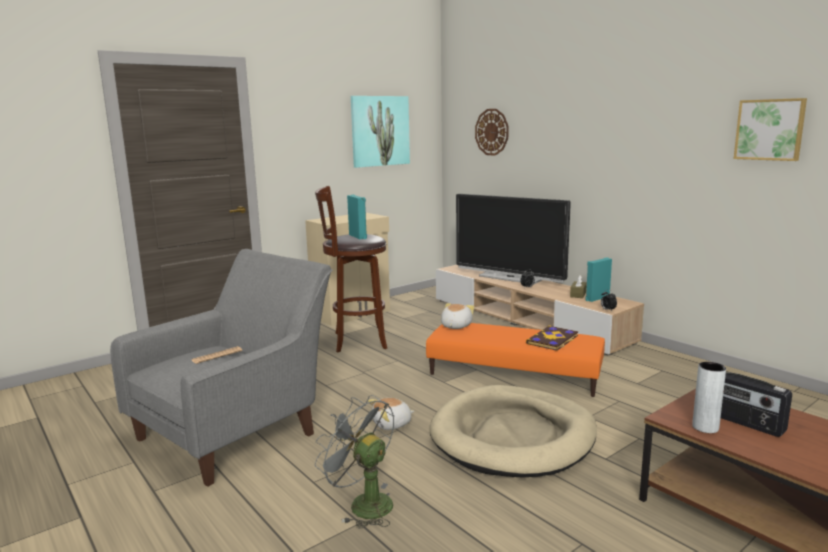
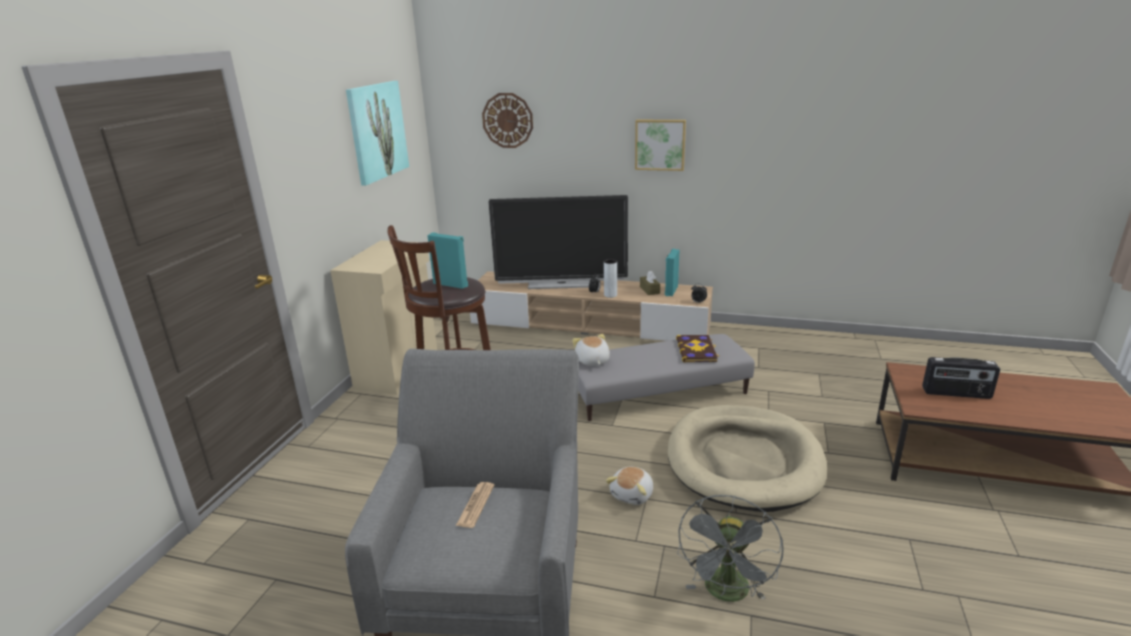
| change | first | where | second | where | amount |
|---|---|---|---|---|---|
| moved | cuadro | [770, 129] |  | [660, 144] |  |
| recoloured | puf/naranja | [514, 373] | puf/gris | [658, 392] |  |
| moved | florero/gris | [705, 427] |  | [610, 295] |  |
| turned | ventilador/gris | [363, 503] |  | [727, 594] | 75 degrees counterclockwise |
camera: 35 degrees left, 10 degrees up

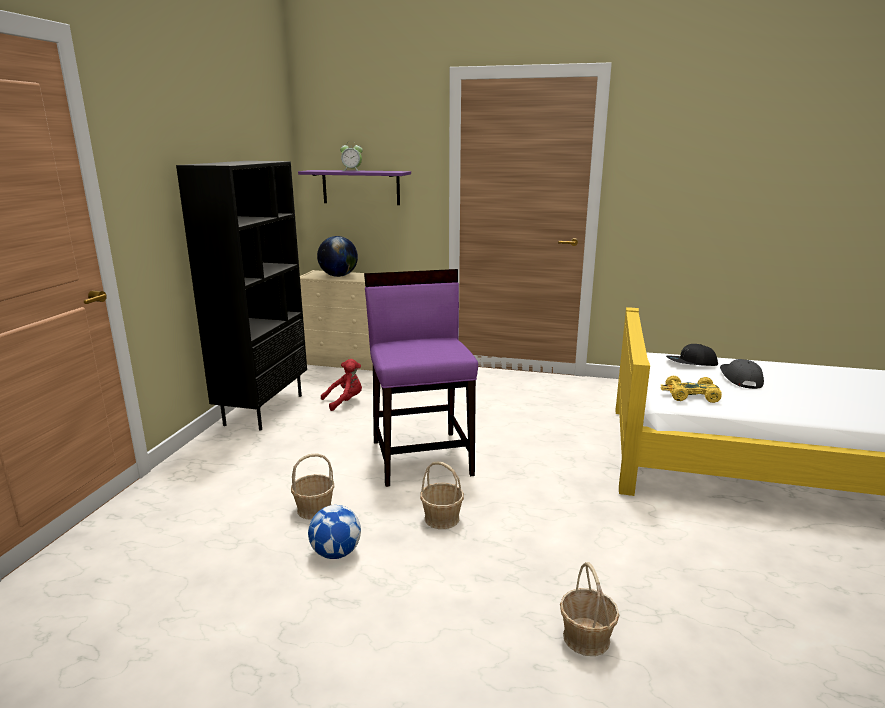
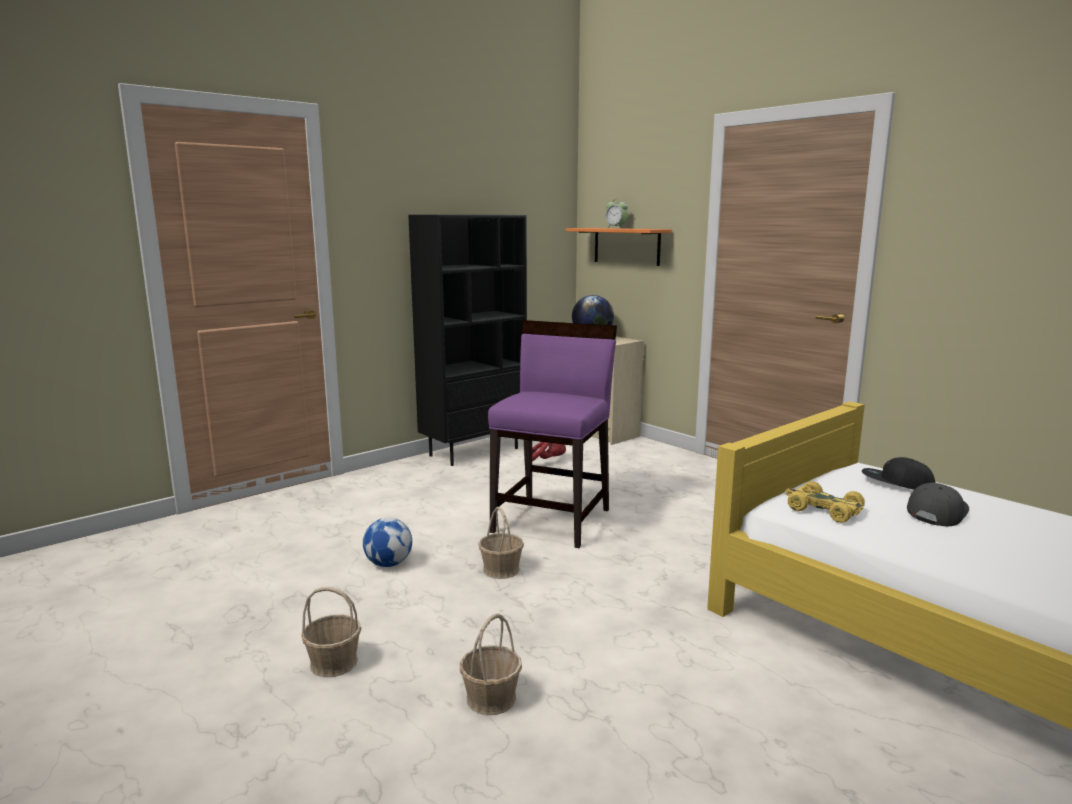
| change | first | where | second | where | amount |
|---|---|---|---|---|---|
| recoloured | estante/morado | [361, 187] | estante/naranja | [626, 246] |  |
| moved | cesta | [314, 509] |  | [333, 662] |  |
camera: 35 degrees right, 5 degrees down

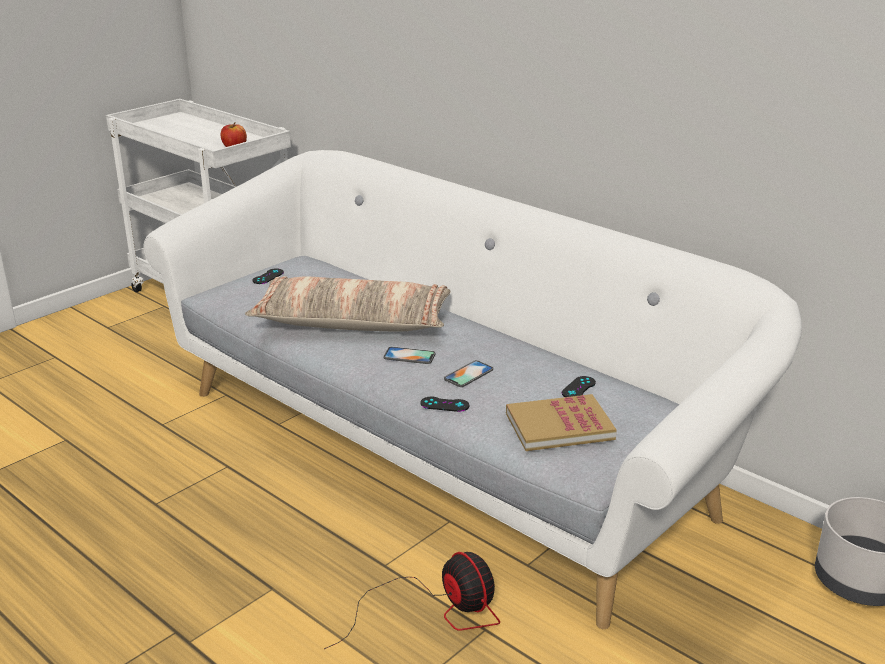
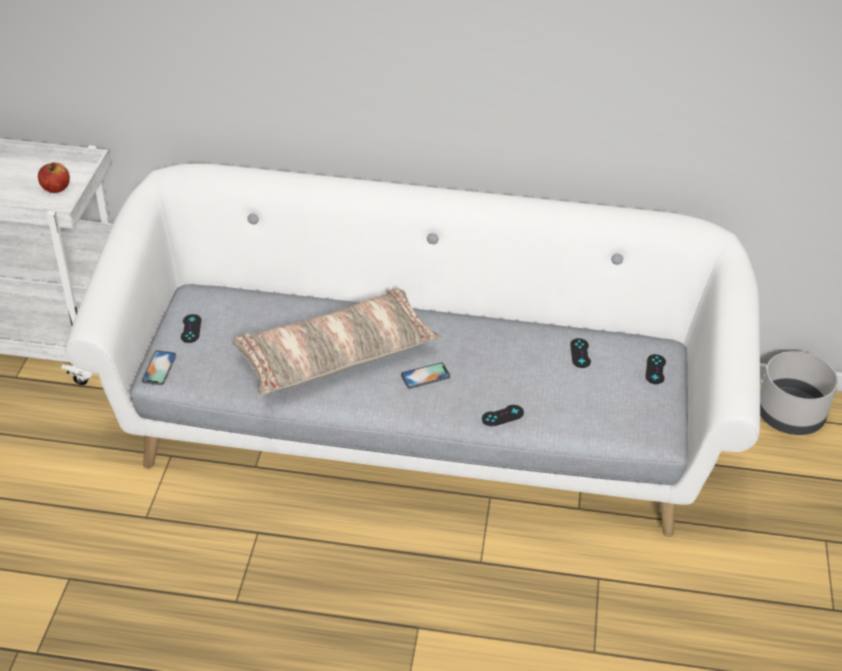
| change | first | where | second | where | amount |
|---|---|---|---|---|---|
| moved | móvil | [468, 374] |  | [159, 368] |  |
| removed | libro | [559, 426] |  |  |  |
| removed | ventilador | [435, 611] |  |  |  |
| added |  |  | mando de consola/negro | [655, 369] |  |
camera: 35 degrees left, 15 degrees up

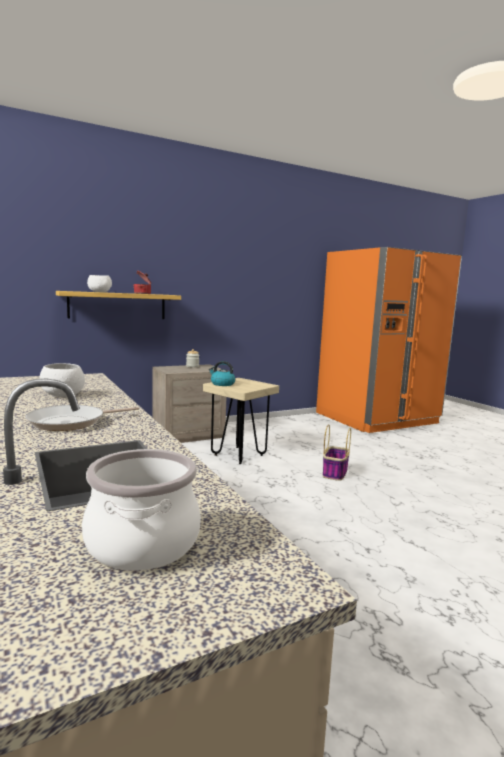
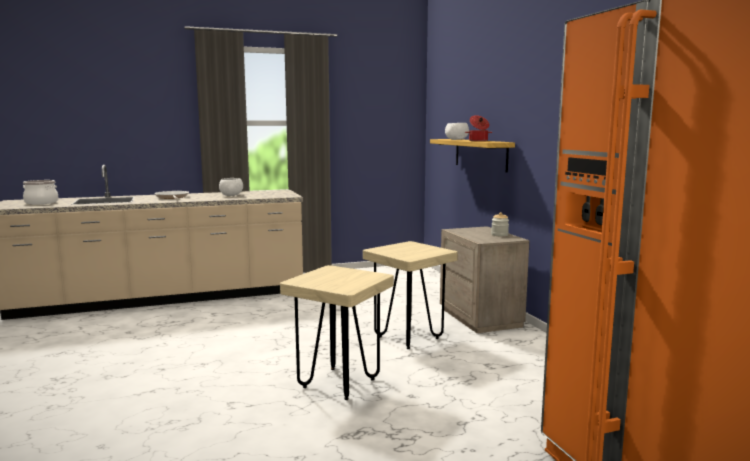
| change | first | where | second | where | amount |
|---|---|---|---|---|---|
| removed | hervidor | [222, 384] |  |  |  |
| replaced | cesta | [335, 473] | taburete/beis | [339, 383] |  |
camera: 100 degrees right, 0 degrees up

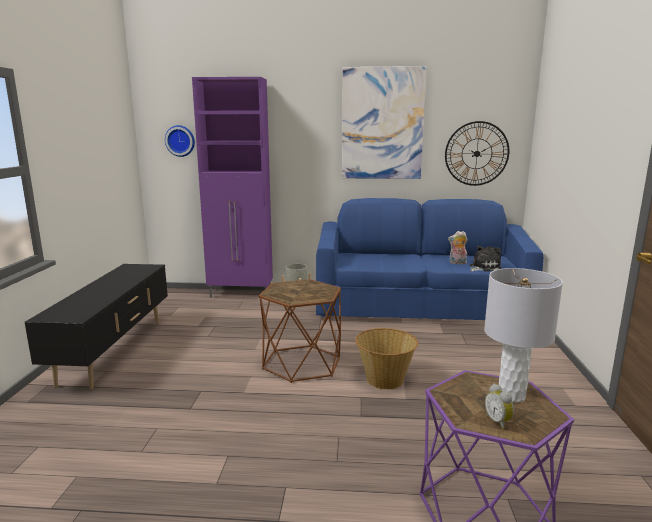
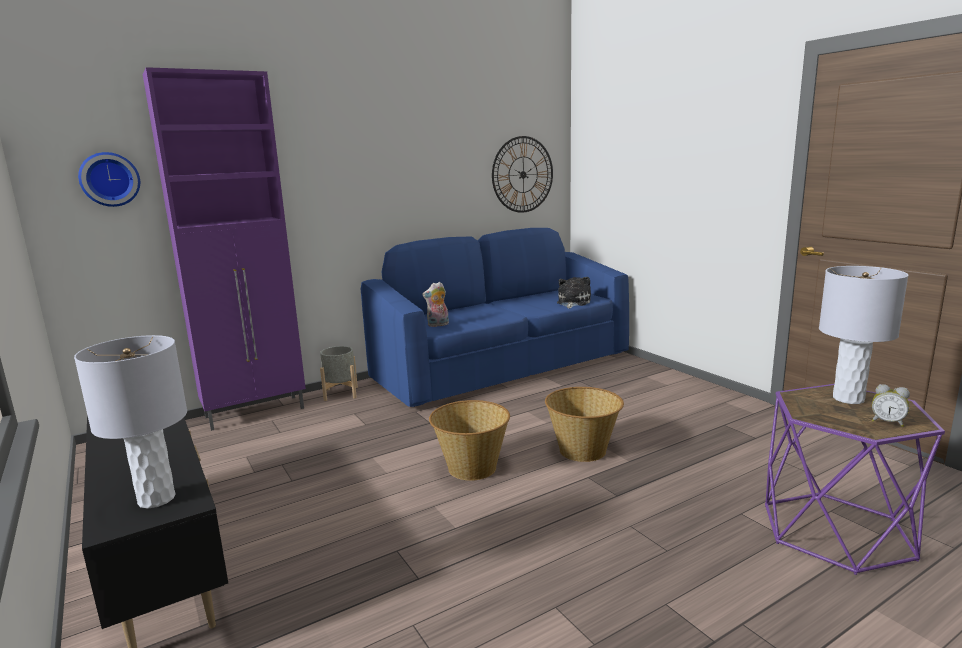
| change | first | where | second | where | amount |
|---|---|---|---|---|---|
| removed | cuadro | [382, 124] |  |  |  |
| moved | peluche | [457, 263] |  | [438, 325] |  |
| replaced | mesa auxiliar/marrón | [301, 363] | cesta | [471, 467] |  |
| added |  |  | lámpara de mesa/gris | [157, 499] |  |
camera: 35 degrees left, 0 degrees up

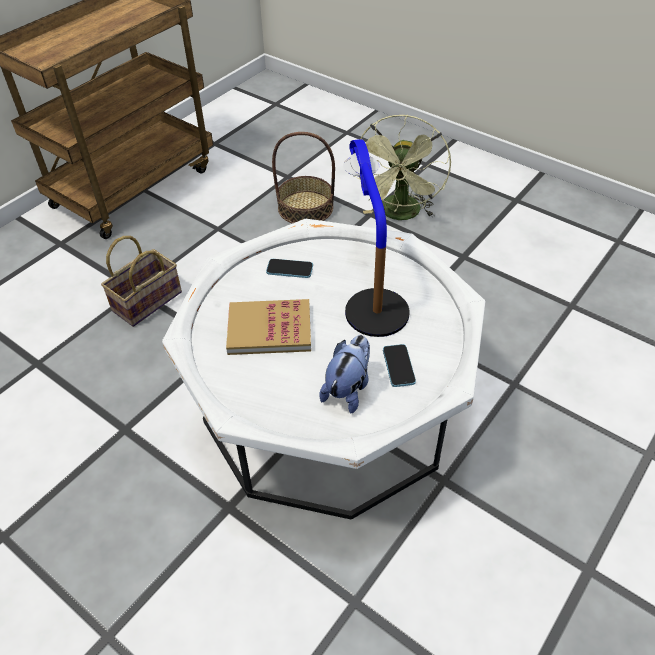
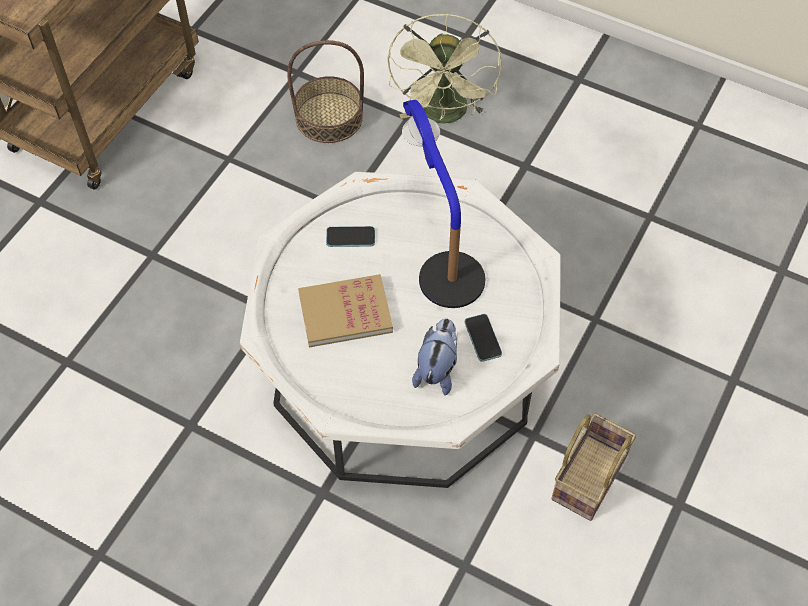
| change | first | where | second | where | amount |
|---|---|---|---|---|---|
| moved | cesta | [147, 300] |  | [588, 475] |  |
camera: 10 degrees left, 10 degrees up

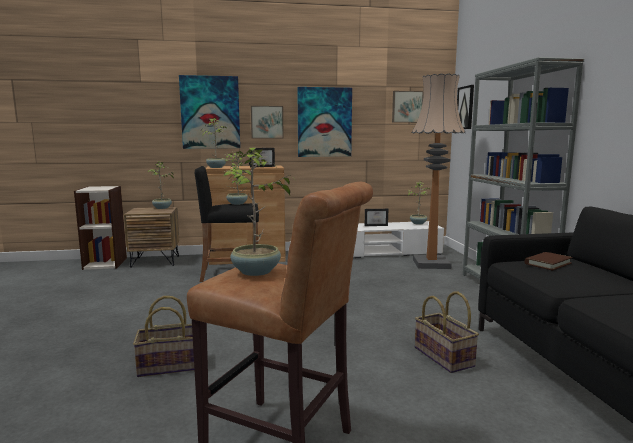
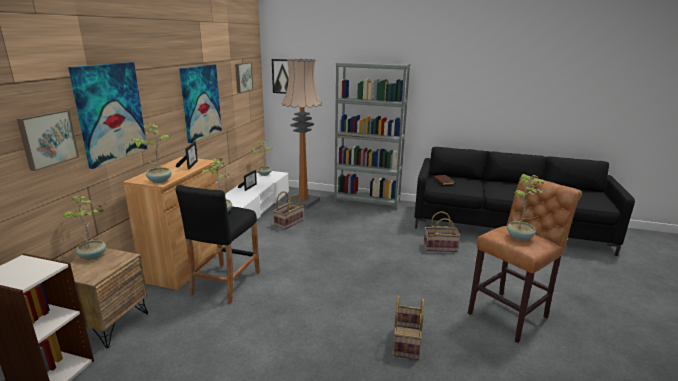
| change | first | where | second | where | amount |
|---|---|---|---|---|---|
| moved | cuadro | [267, 122] |  | [47, 139] |  |
| added |  |  | cesta | [288, 223] |  |
camera: 65 degrees left, 10 degrees up

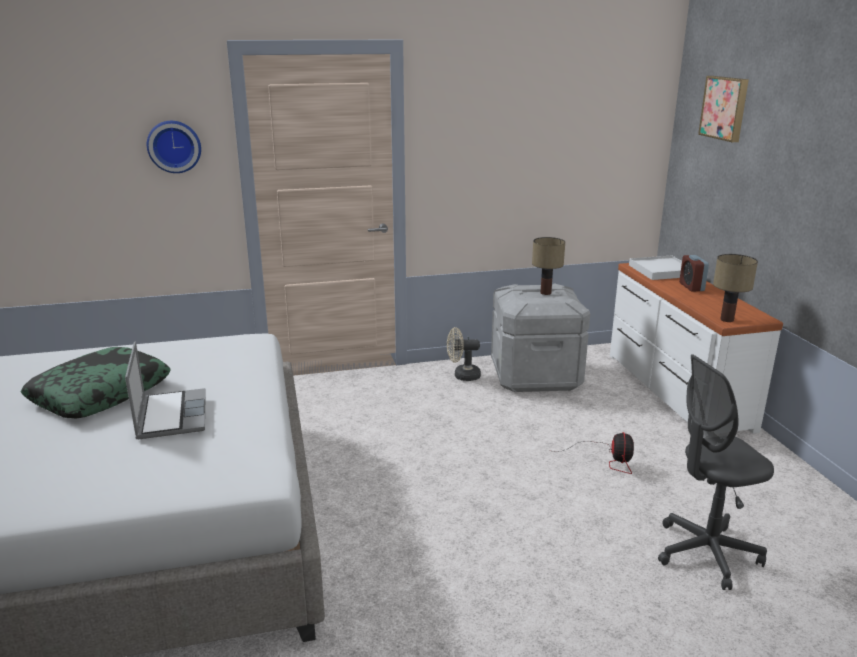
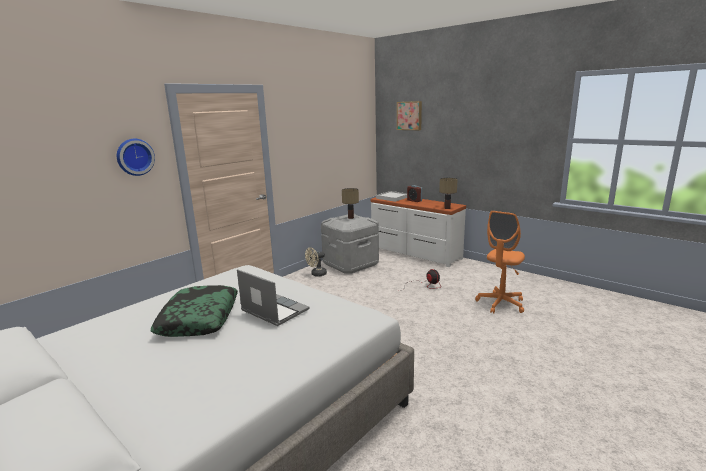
| change | first | where | second | where | amount |
|---|---|---|---|---|---|
| recoloured | silla de oficina/gris | [706, 553] | silla de oficina/naranja | [500, 304] |  |
camera: 35 degrees left, 5 degrees down

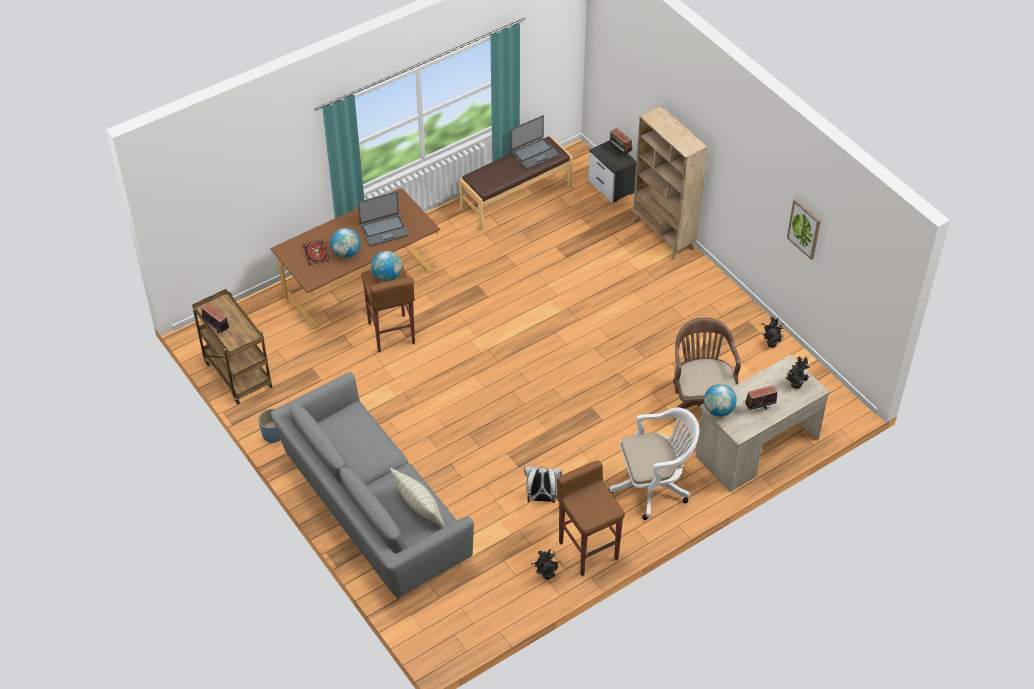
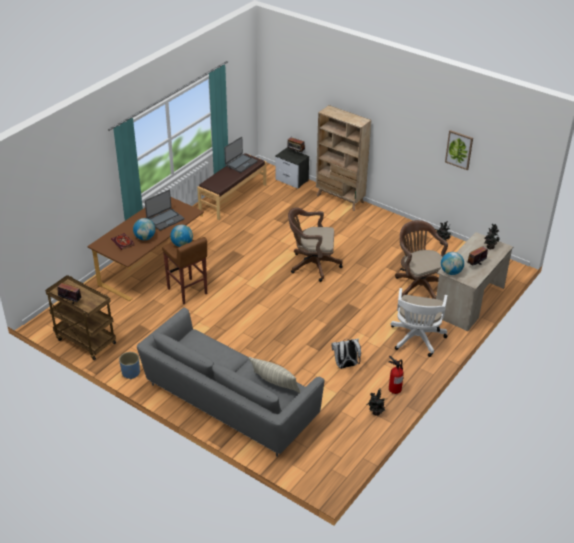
| change | first | where | second | where | amount |
|---|---|---|---|---|---|
| turned | silla de oficina/blanco | [654, 486] |  | [416, 340] | 135 degrees clockwise |
| replaced | taburete/marrón | [588, 549] | extintor | [395, 389] |  |
| added |  |  | silla de oficina/marrón | [312, 265] |  |
camera: 20 degrees left, 10 degrees down

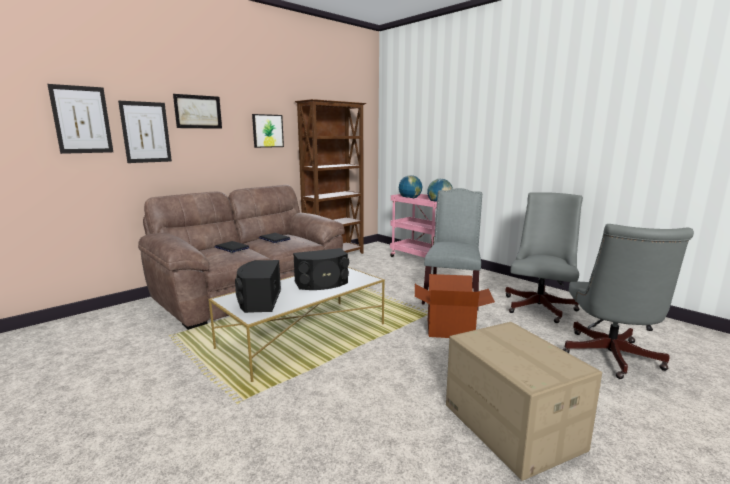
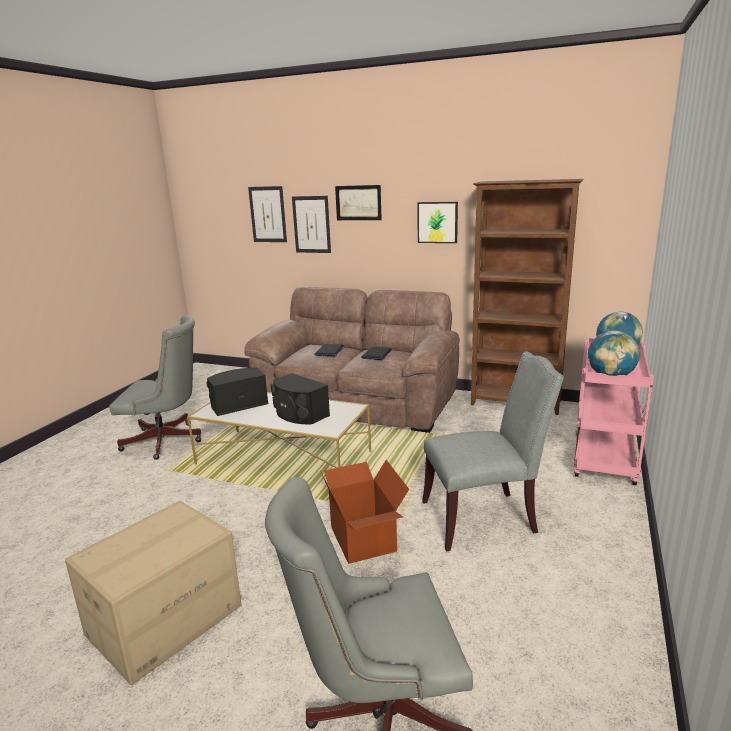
| change | first | where | second | where | amount |
|---|---|---|---|---|---|
| moved | silla de oficina/gris | [540, 305] |  | [167, 441] |  |
camera: 65 degrees right, 5 degrees up

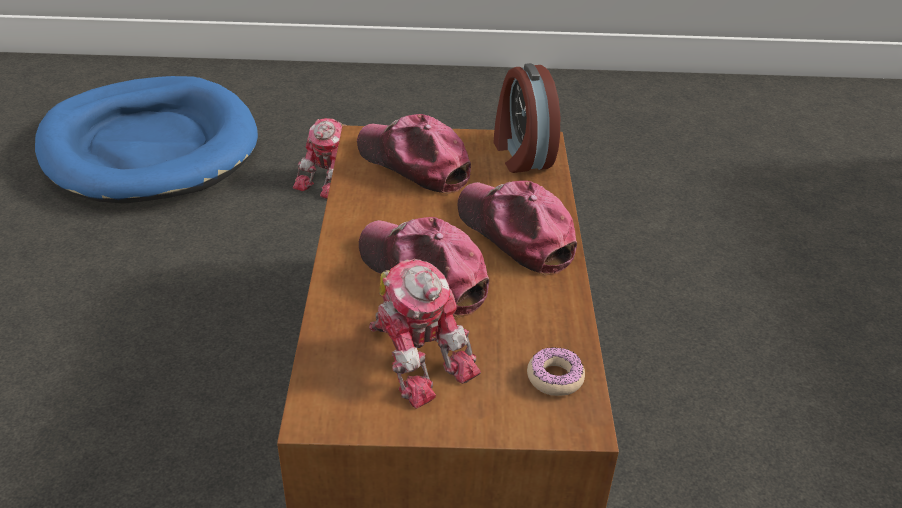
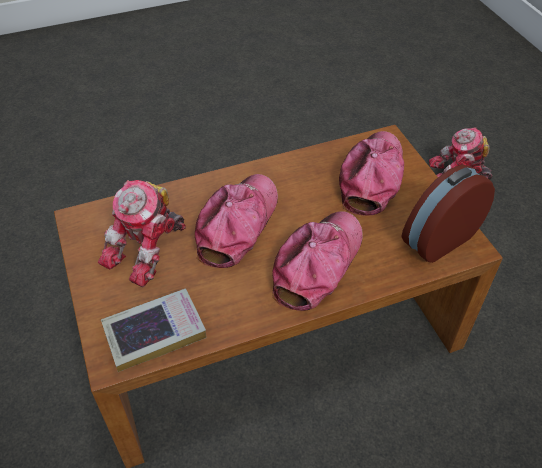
| change | first | where | second | where | amount |
|---|---|---|---|---|---|
| removed | cama para perro/azul | [150, 147] |  |  |  |
| replaced | rosquilla | [555, 377] | libro | [154, 333] |  |
camera: 70 degrees right, 10 degrees up

